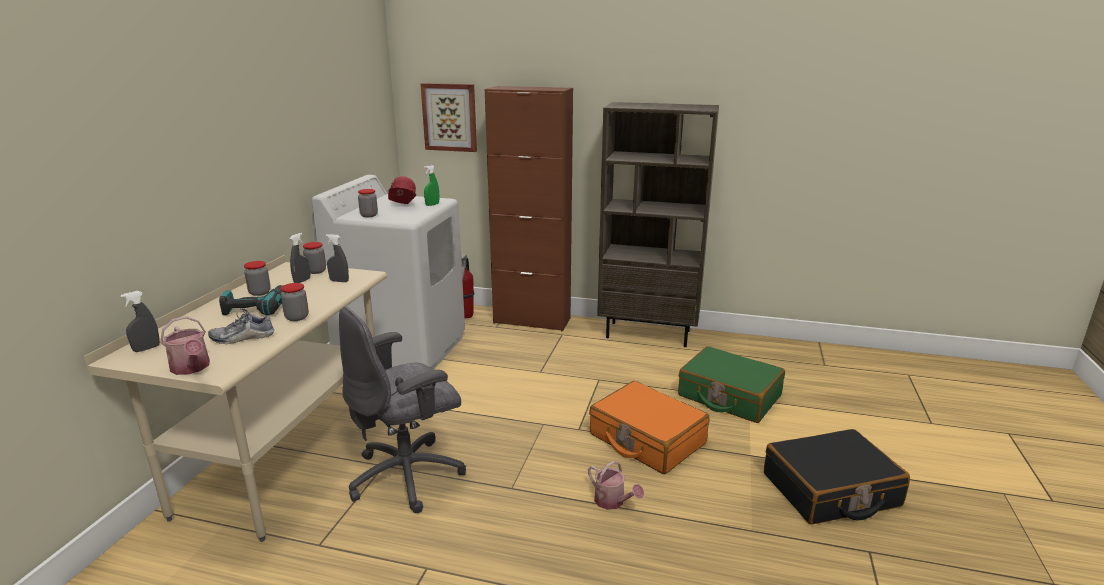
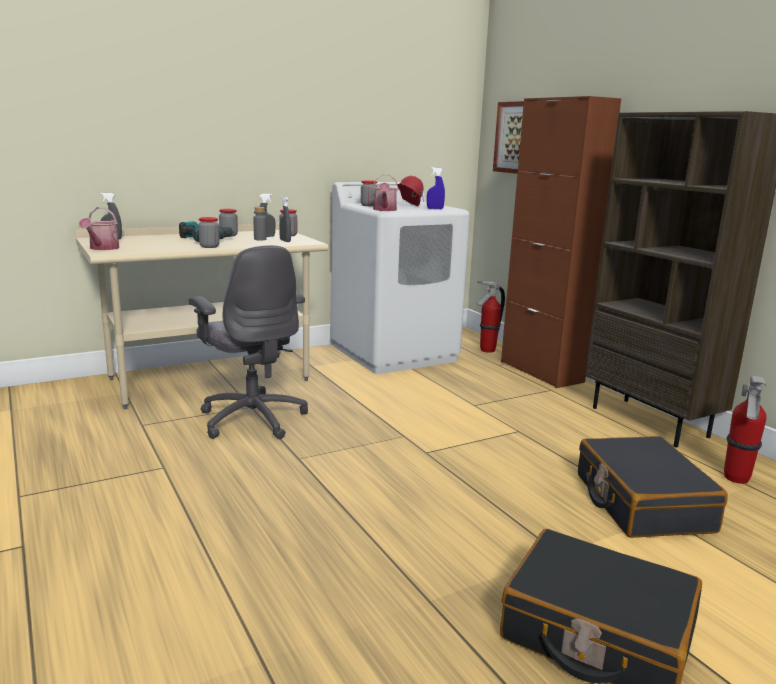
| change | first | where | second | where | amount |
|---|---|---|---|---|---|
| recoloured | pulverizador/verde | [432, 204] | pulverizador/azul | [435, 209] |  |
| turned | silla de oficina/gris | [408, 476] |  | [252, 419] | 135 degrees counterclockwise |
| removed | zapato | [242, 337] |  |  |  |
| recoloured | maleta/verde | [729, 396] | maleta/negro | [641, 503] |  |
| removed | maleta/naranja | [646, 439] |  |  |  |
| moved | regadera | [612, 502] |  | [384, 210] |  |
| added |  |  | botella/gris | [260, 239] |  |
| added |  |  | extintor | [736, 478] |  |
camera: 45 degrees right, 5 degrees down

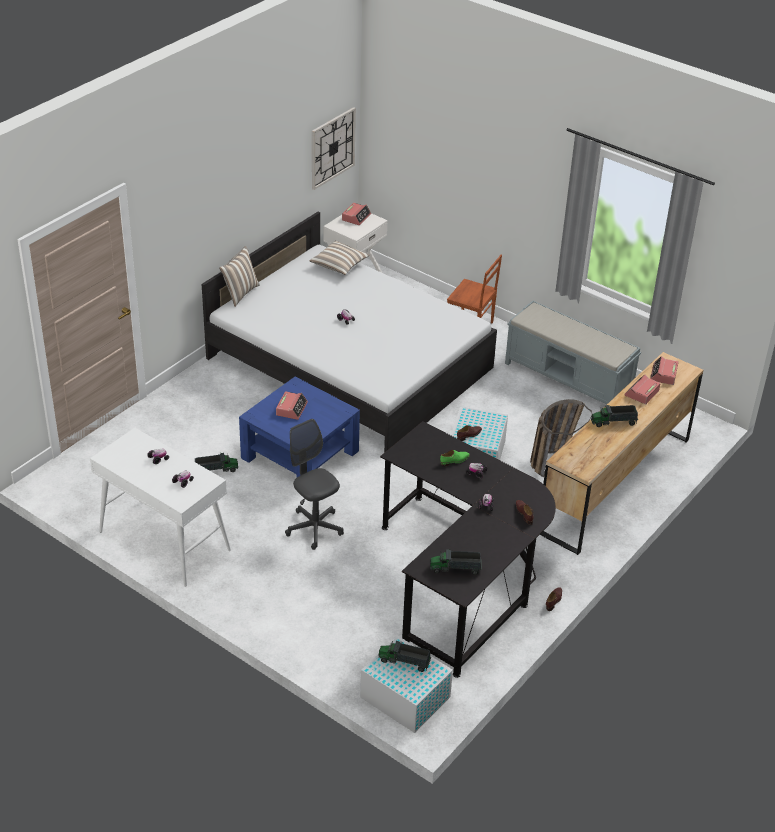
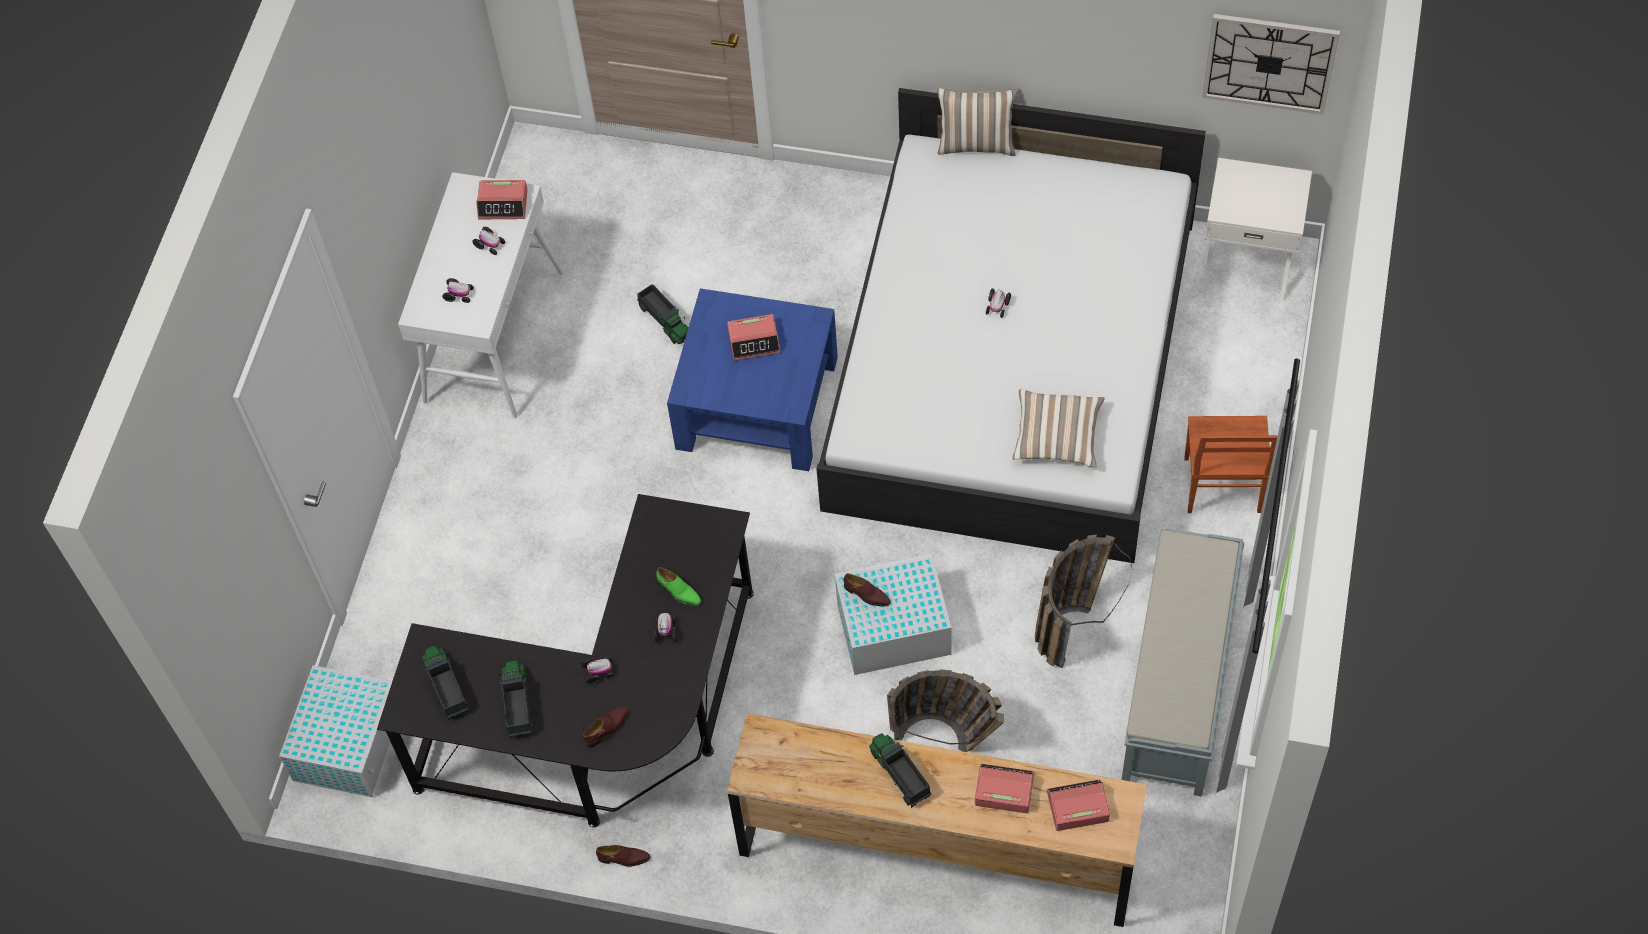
| change | first | where | second | where | amount |
|---|---|---|---|---|---|
| moved | despertador | [356, 217] |  | [503, 204] |  |
| moved | cojín | [339, 265] |  | [1057, 437] |  |
| removed | silla de oficina/gris | [314, 528] |  |  |  |
| moved | camión de juguete | [404, 661] |  | [517, 704] |  |
| added |  |  | cesta | [1071, 621] |  |
camera: 70 degrees right, 20 degrees up

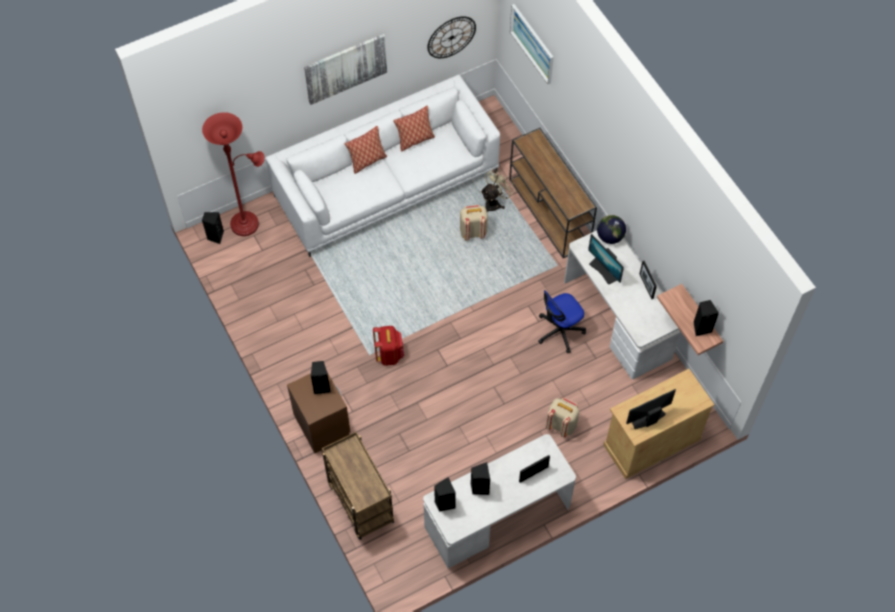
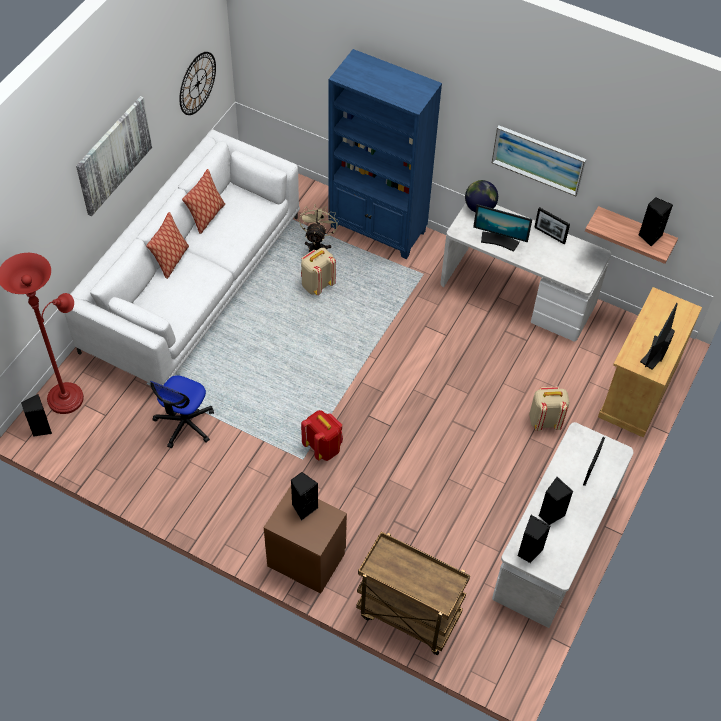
| change | first | where | second | where | amount |
|---|---|---|---|---|---|
| moved | cuadro | [532, 43] |  | [538, 159] |  |
| replaced | mesa consola/marrón | [550, 212] | estantería/azul | [378, 230] |  |
| moved | silla de oficina | [559, 331] |  | [184, 424] |  |
camera: 35 degrees left, 5 degrees down

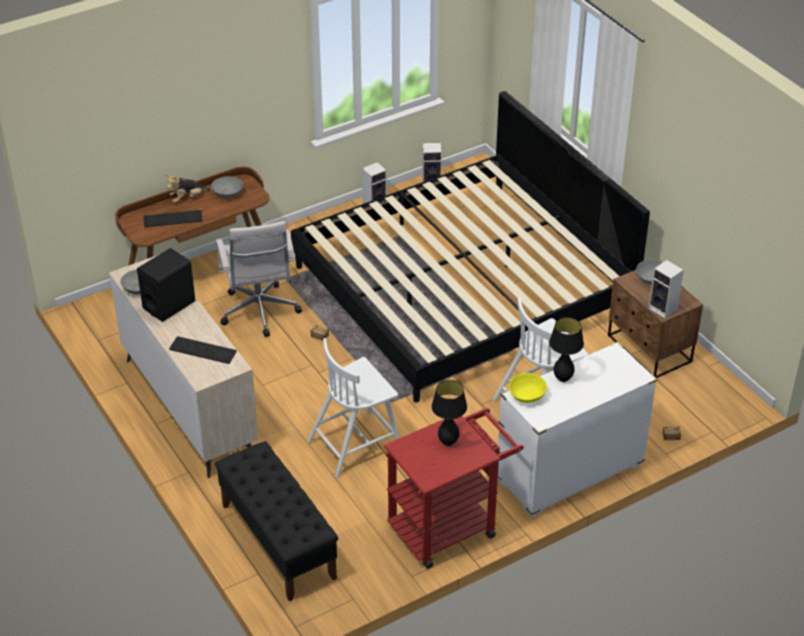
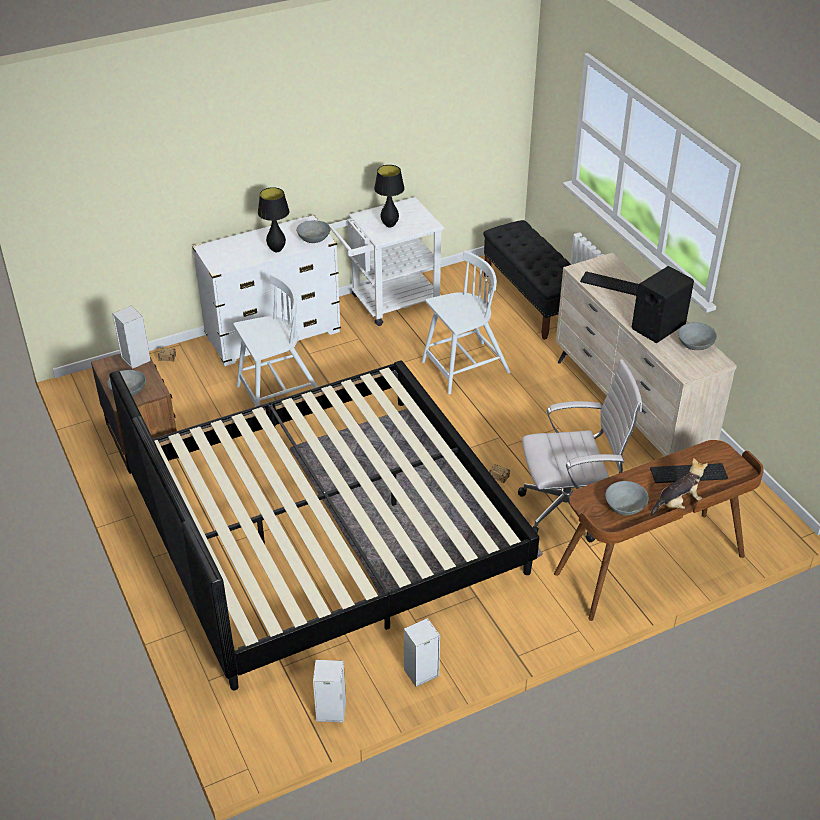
| change | first | where | second | where | amount |
|---|---|---|---|---|---|
| turned | silla de oficina/blanco | [260, 313] |  | [570, 509] | 90 degrees clockwise |
| recoloured | cuenco/amarillo | [527, 395] | cuenco/gris | [314, 239] |  |
| recoloured | carrito/rojo | [450, 525] | carrito/blanco | [388, 303] |  |
camera: 175 degrees left, 0 degrees up

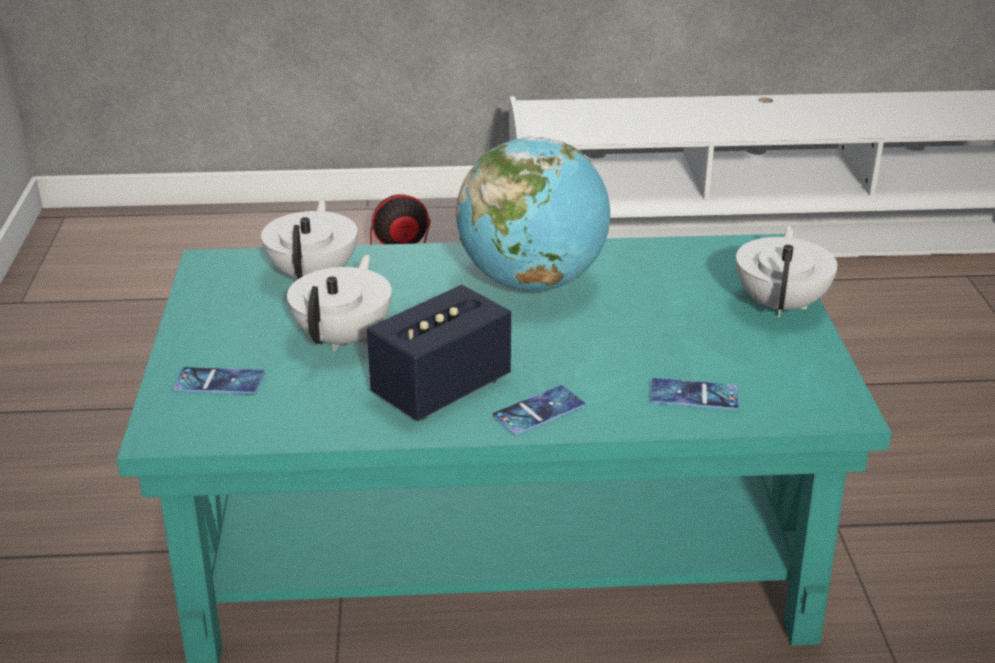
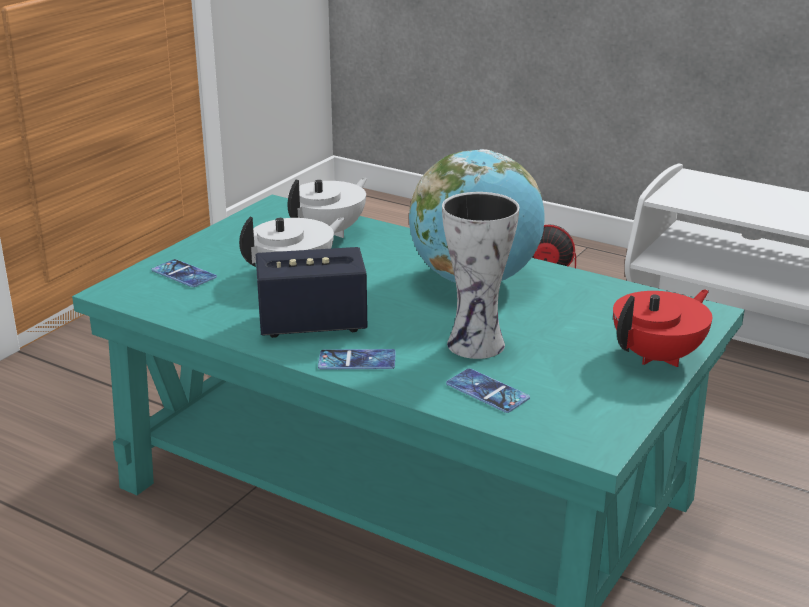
| change | first | where | second | where | amount |
|---|---|---|---|---|---|
| recoloured | tetera/blanco | [781, 304] | tetera/rojo | [659, 356] |  |
| added |  |  | florero | [478, 345] |  |
camera: 35 degrees right, 5 degrees down

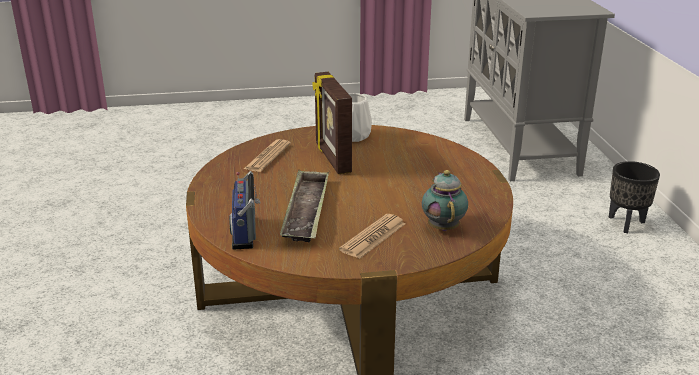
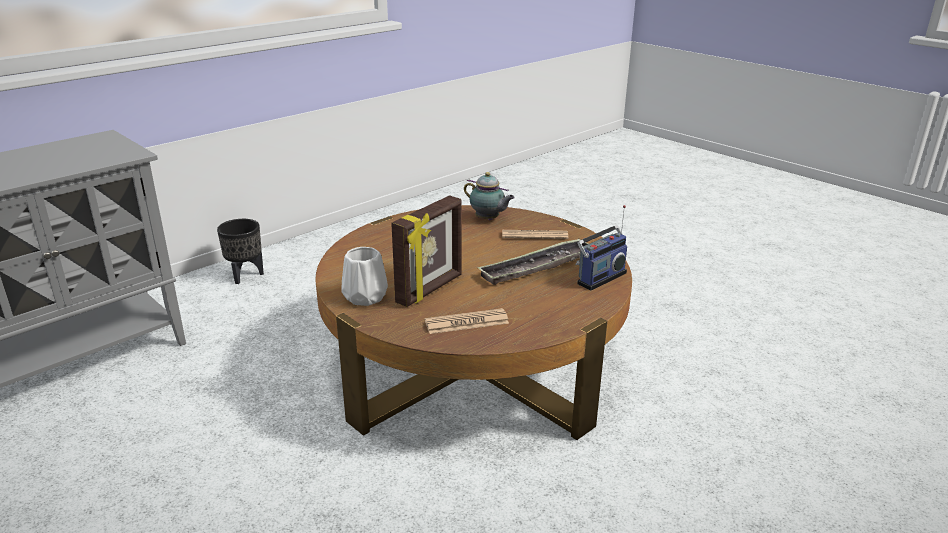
| change | first | where | second | where | amount |
|---|---|---|---|---|---|
| turned | tetera | [443, 227] |  | [488, 219] | 105 degrees counterclockwise |
camera: 125 degrees left, 0 degrees up

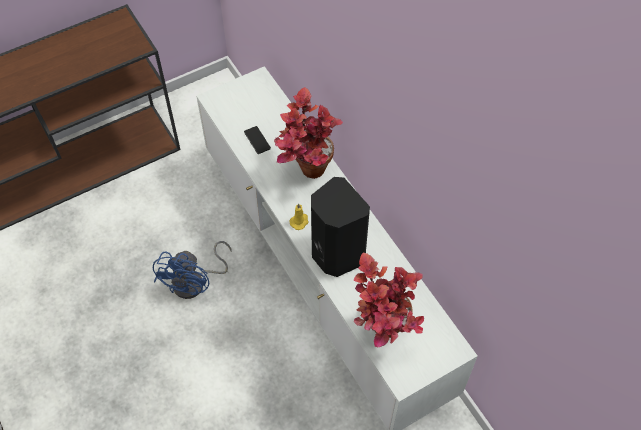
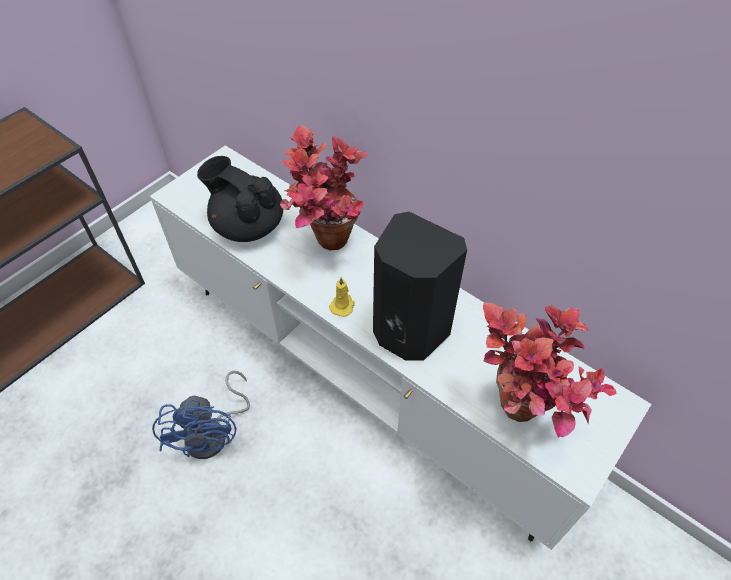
| change | first | where | second | where | amount |
|---|---|---|---|---|---|
| replaced | móvil | [257, 140] | tetera/negro | [248, 225] |  |
camera: 20 degrees left, 5 degrees down

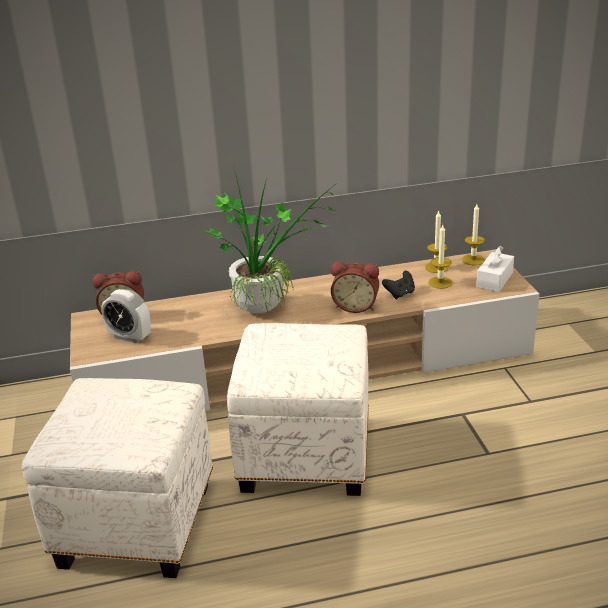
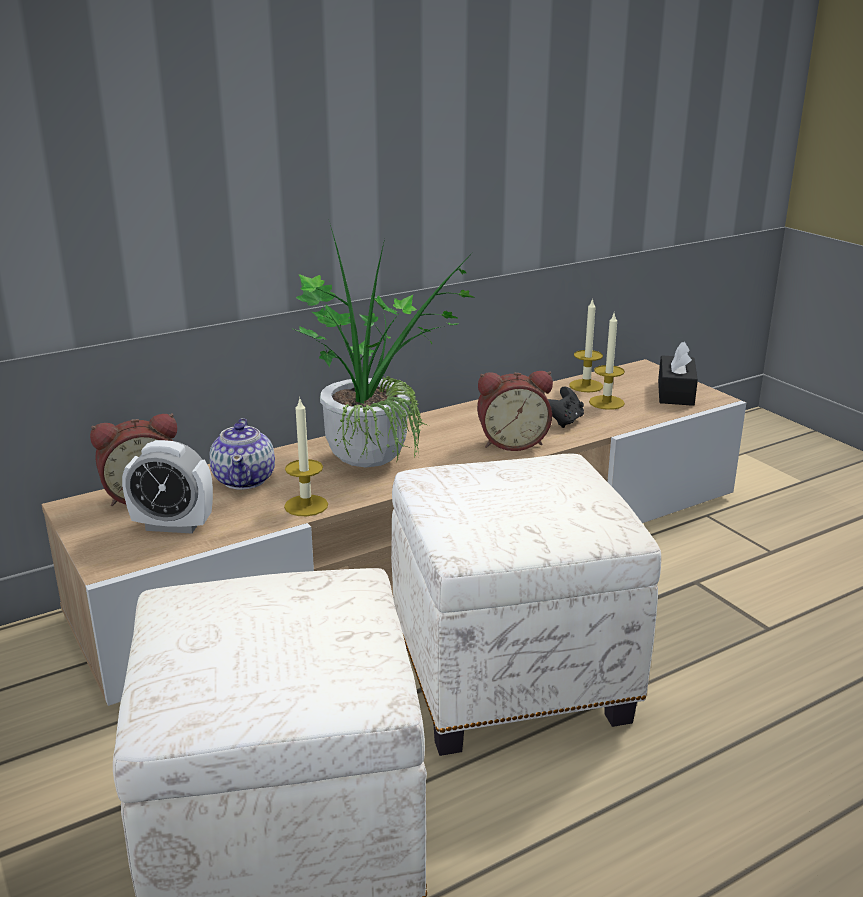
| change | first | where | second | where | amount |
|---|---|---|---|---|---|
| moved | vela | [473, 260] |  | [306, 505] |  |
| recoloured | caja de pañuelos/blanco | [494, 280] | caja de pañuelos/negro | [675, 392] |  |
| added |  |  | tetera | [245, 479] |  |
camera: 20 degrees left, 5 degrees down

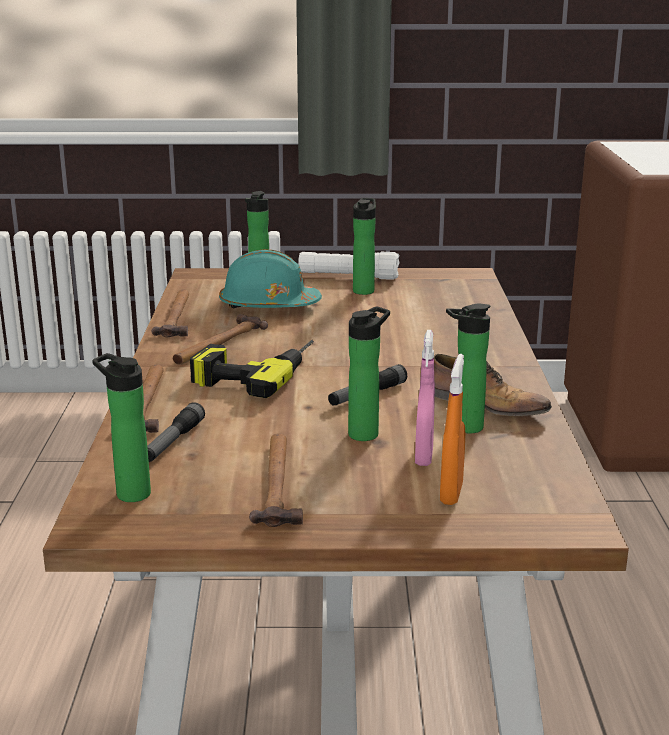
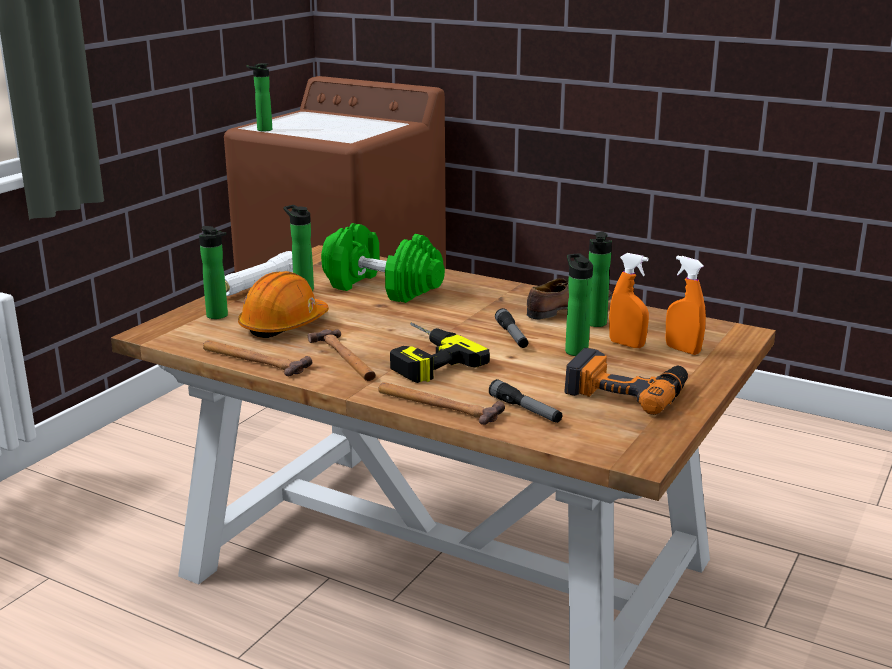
| change | first | where | second | where | amount |
|---|---|---|---|---|---|
| recoloured | casco/turquesa | [268, 306] | casco/naranja | [283, 325] |  |
| recoloured | pulverizador/rosa | [424, 457] | pulverizador/naranja | [626, 344] |  |
| moved | botella | [129, 493] |  | [262, 130] |  |
| replaced | martillo | [278, 483] | taladro | [626, 391] |  |
| added |  |  | mancuerna/verde | [383, 288] |  |
camera: 60 degrees left, 0 degrees up

